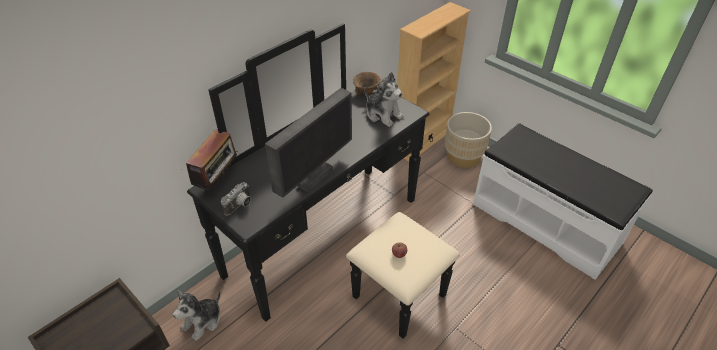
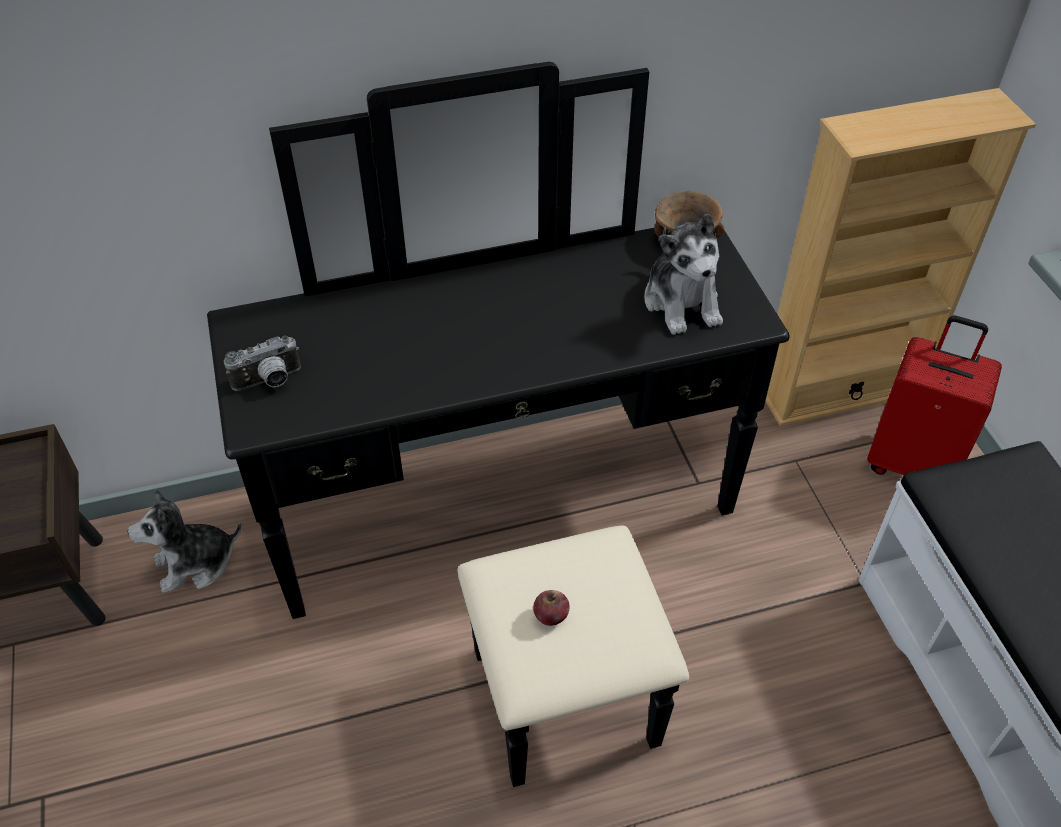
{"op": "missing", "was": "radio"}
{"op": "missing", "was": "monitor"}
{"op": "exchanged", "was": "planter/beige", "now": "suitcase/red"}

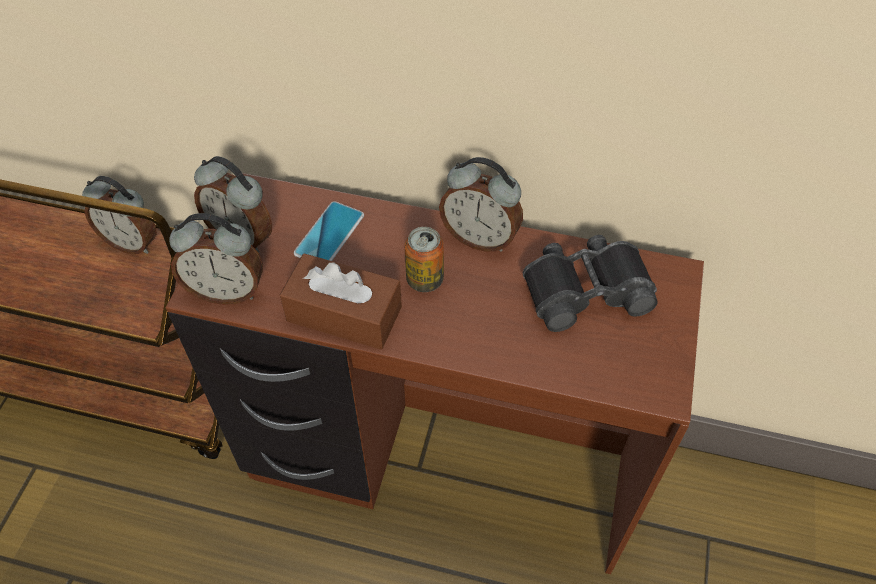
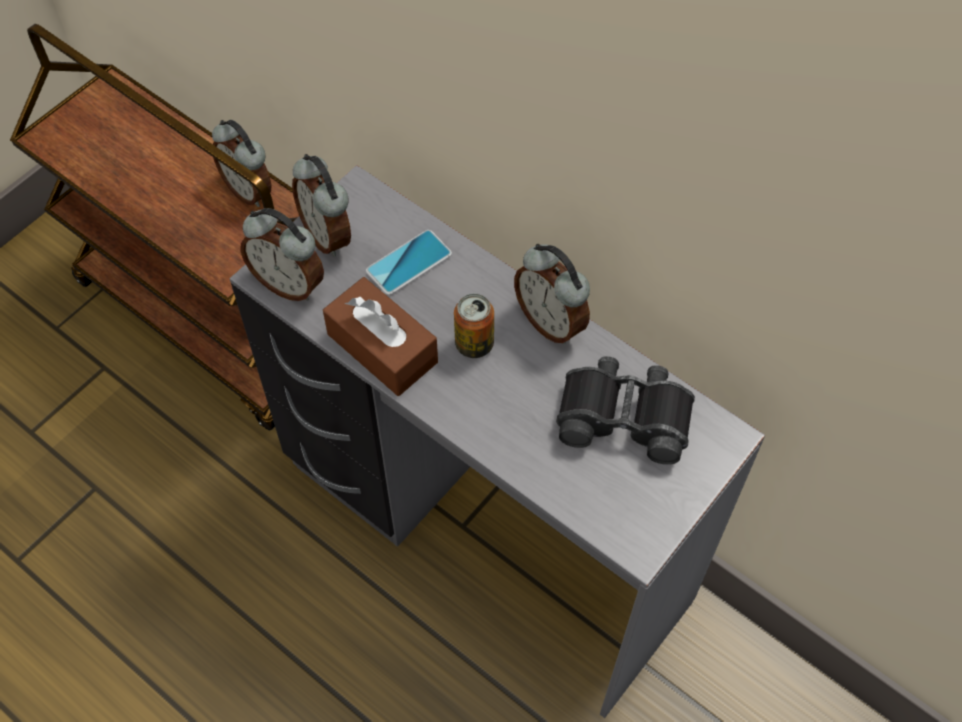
{"op": "colour", "was": "desk/brown", "now": "desk/grey"}

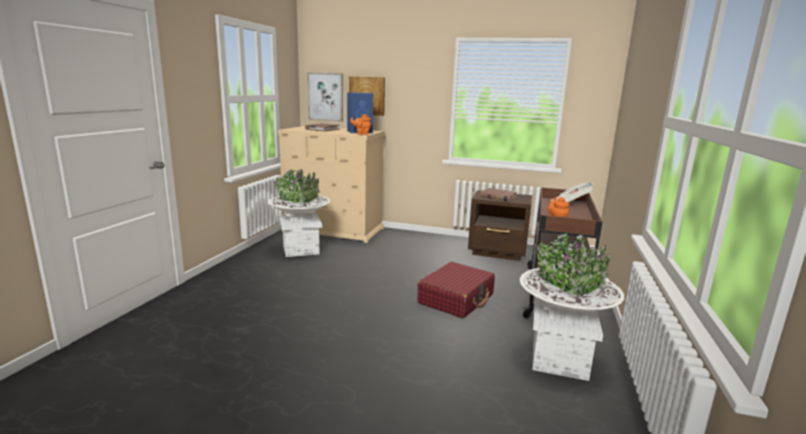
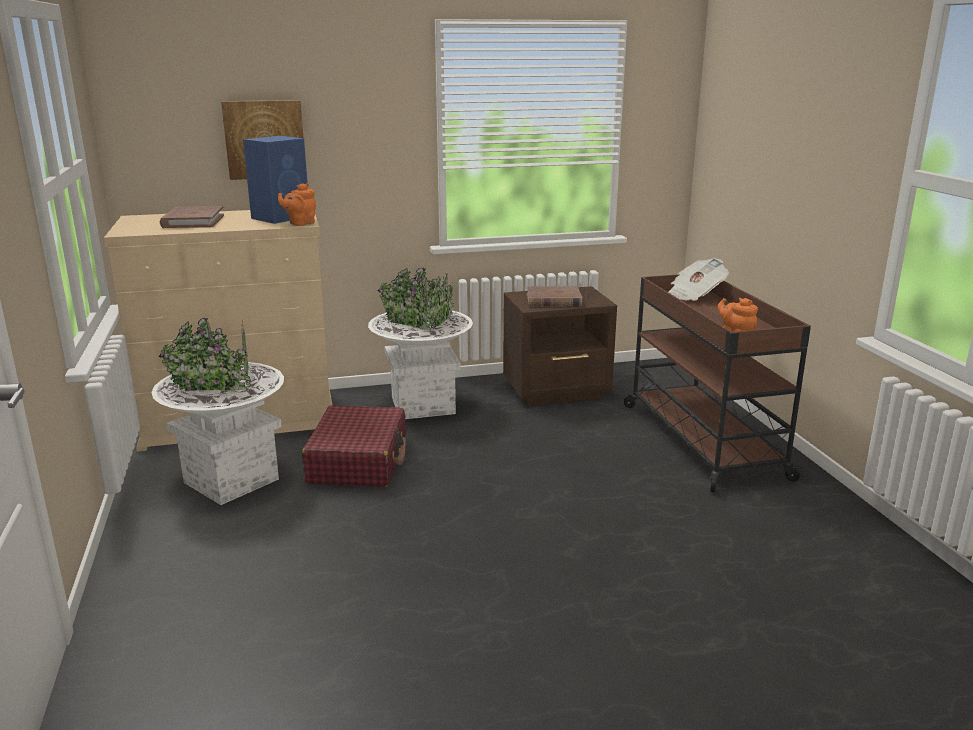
{"op": "missing", "was": "picture (no. 1 from left)"}
{"op": "relocated", "was": "suitcase/red"}
{"op": "relocated", "was": "planter/white (no. 2 from left)"}

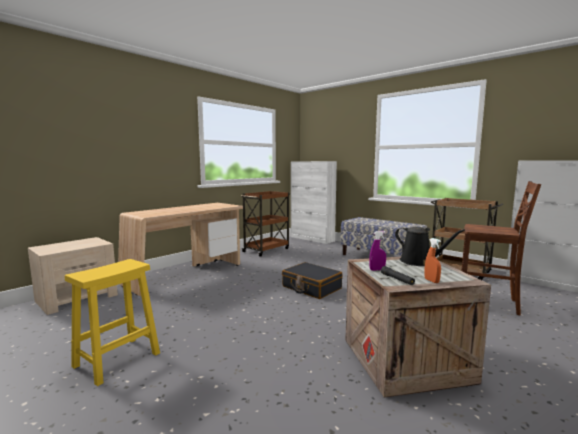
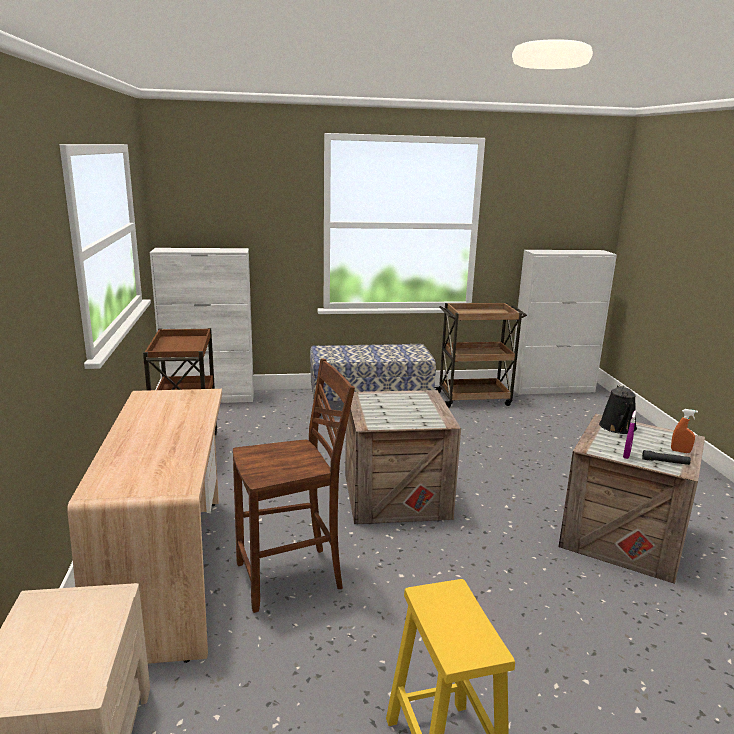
{"op": "relocated", "was": "chair/brown"}
{"op": "exchanged", "was": "suitcase/black", "now": "crate (no. 1 from left)"}
{"op": "spun", "was": "watering can/black", "clockwise": 105}

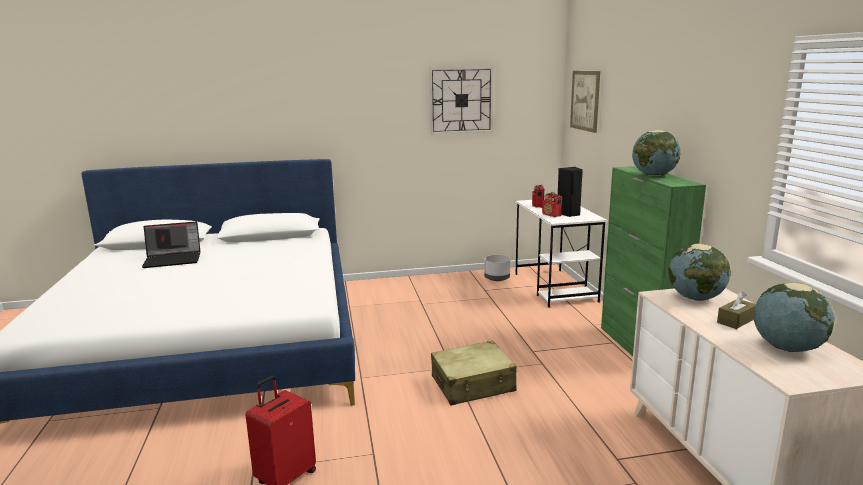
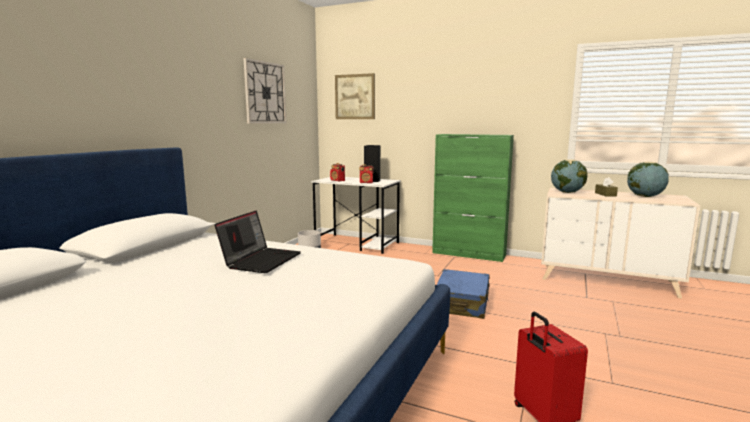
{"op": "missing", "was": "globe (no. 1 from left)"}
{"op": "relocated", "was": "laptop"}
{"op": "colour", "was": "suitcase/beige", "now": "suitcase/blue"}

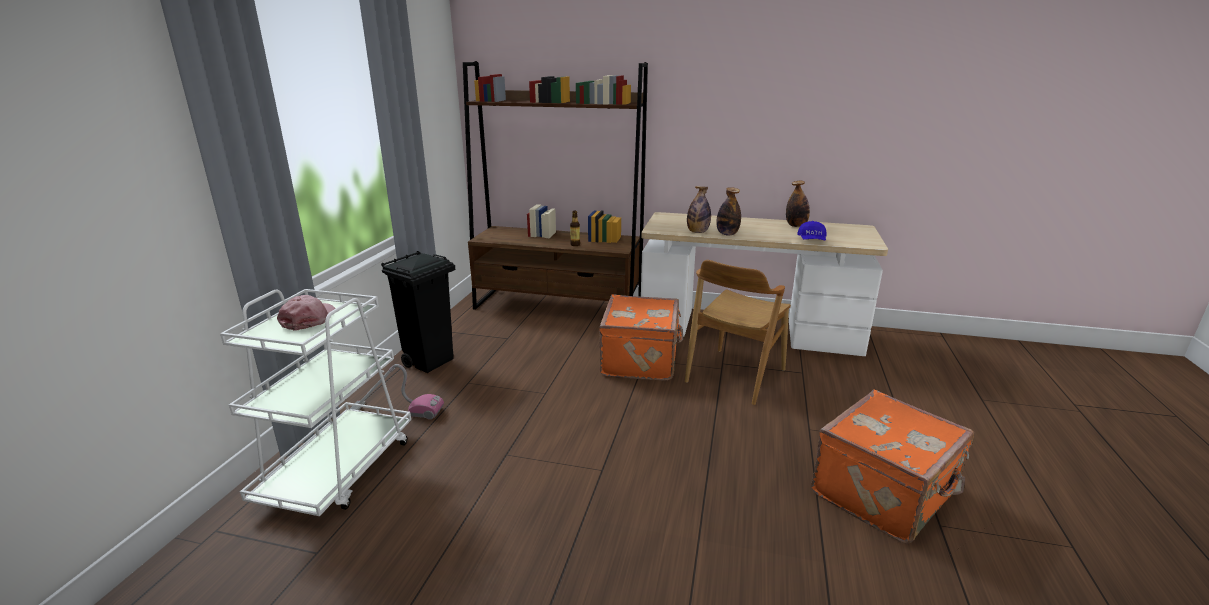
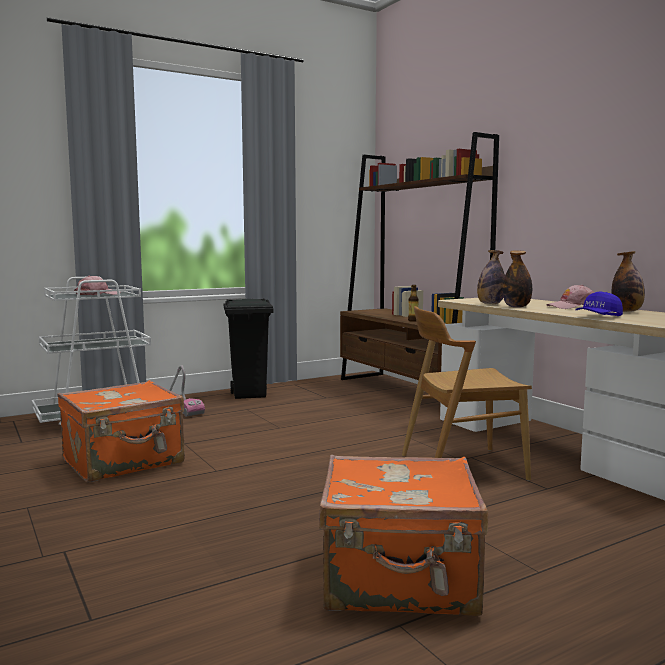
{"op": "appeared", "now": "cap/pink (no. 2 from left)"}
{"op": "relocated", "was": "suitcase/orange (no. 1 from left)"}

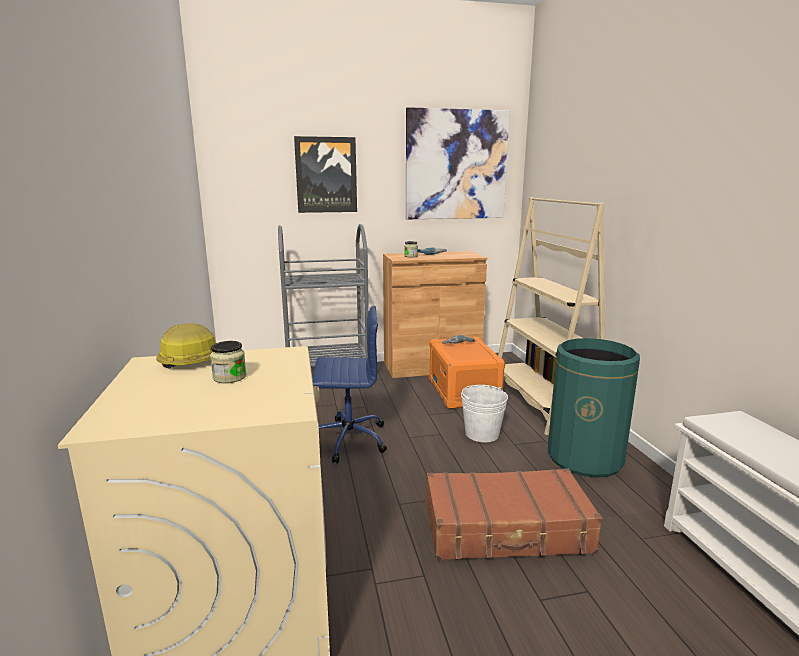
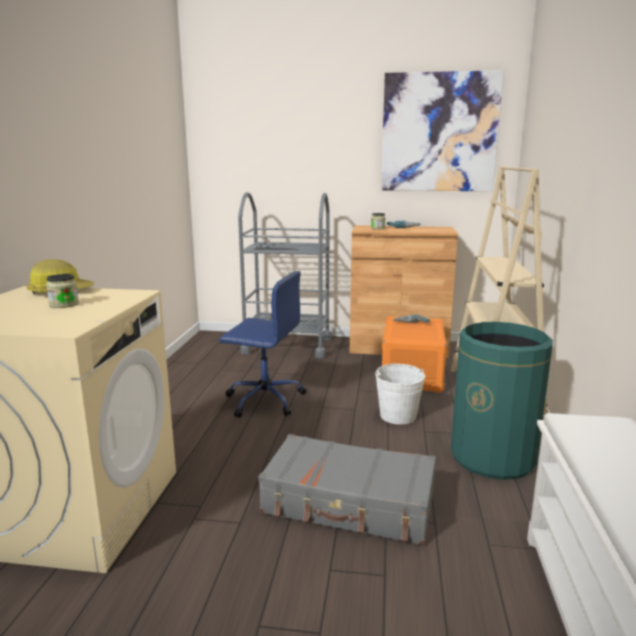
{"op": "missing", "was": "picture (no. 1 from left)"}
{"op": "colour", "was": "suitcase/brown", "now": "suitcase/grey"}

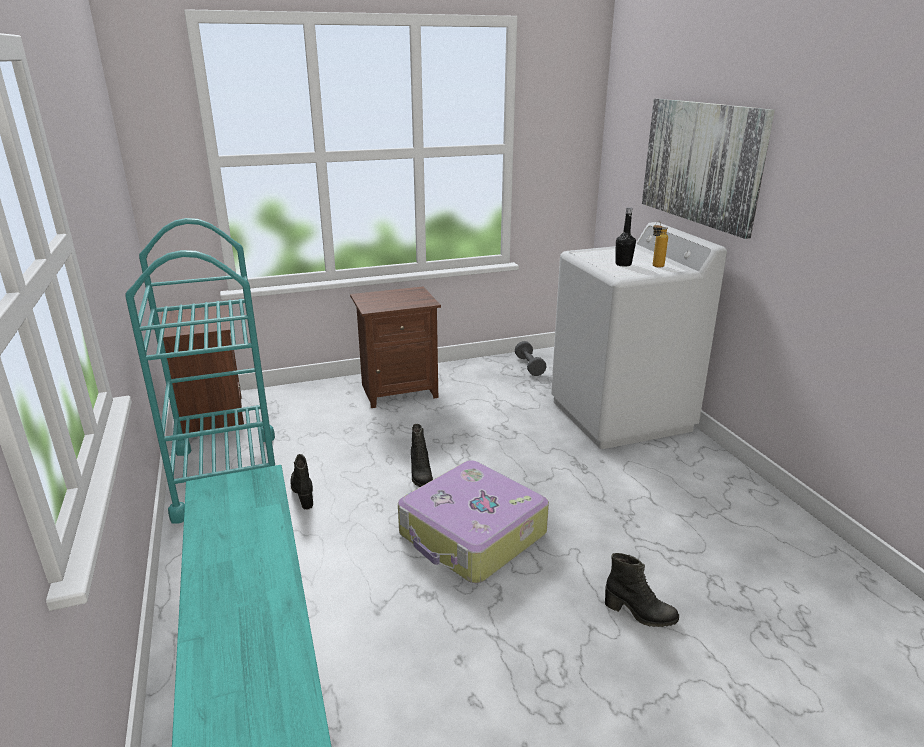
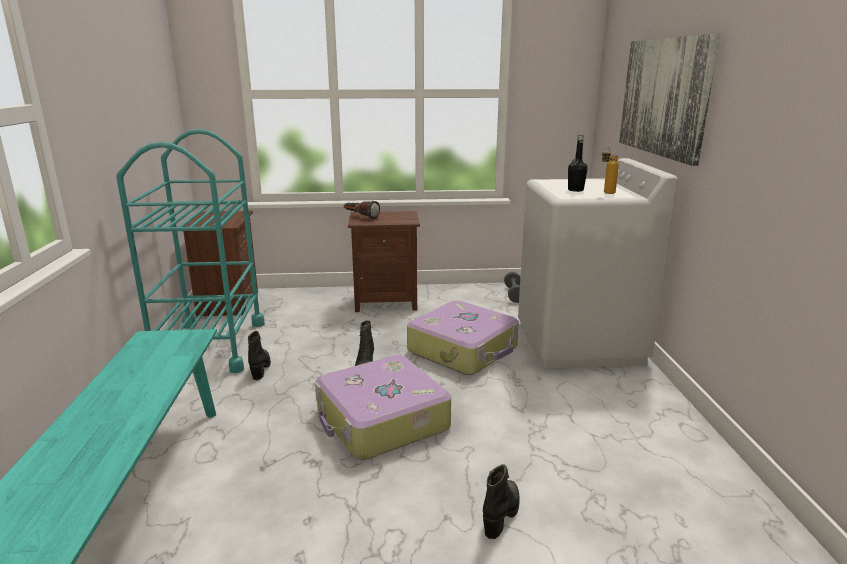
{"op": "appeared", "now": "flashlight"}
{"op": "appeared", "now": "suitcase (no. 2 from left)"}
{"op": "spun", "was": "boot/black (no. 3 from left)", "clockwise": -105}

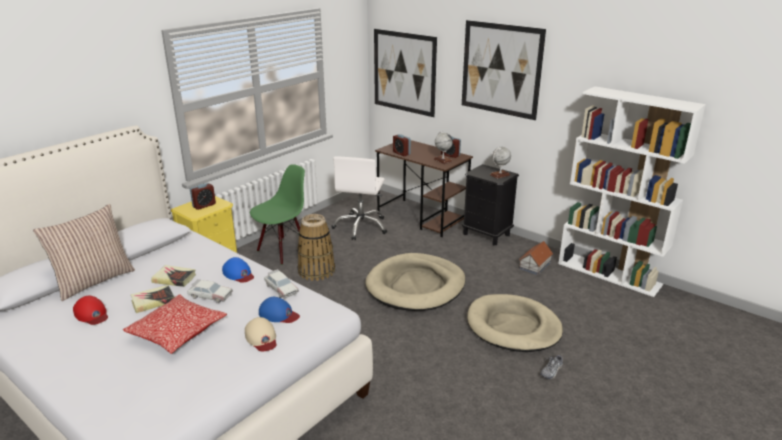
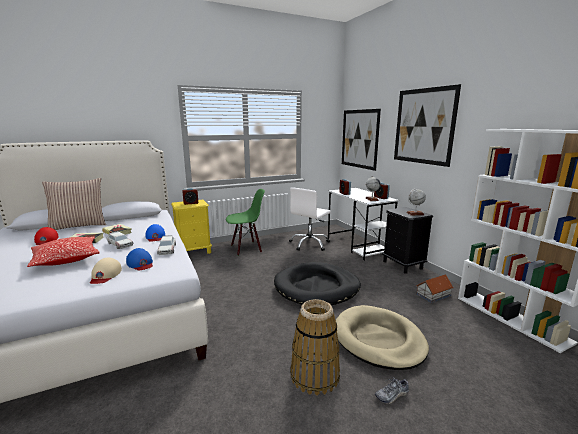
{"op": "relocated", "was": "basket"}
{"op": "colour", "was": "dog bed/beige (no. 1 from left)", "now": "dog bed/black"}
{"op": "colour", "was": "desk/brown", "now": "desk/white"}

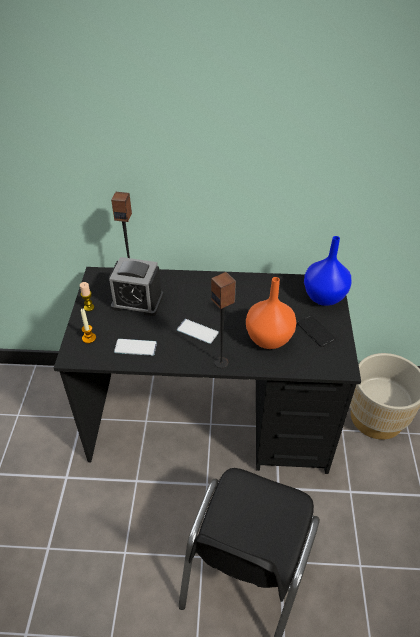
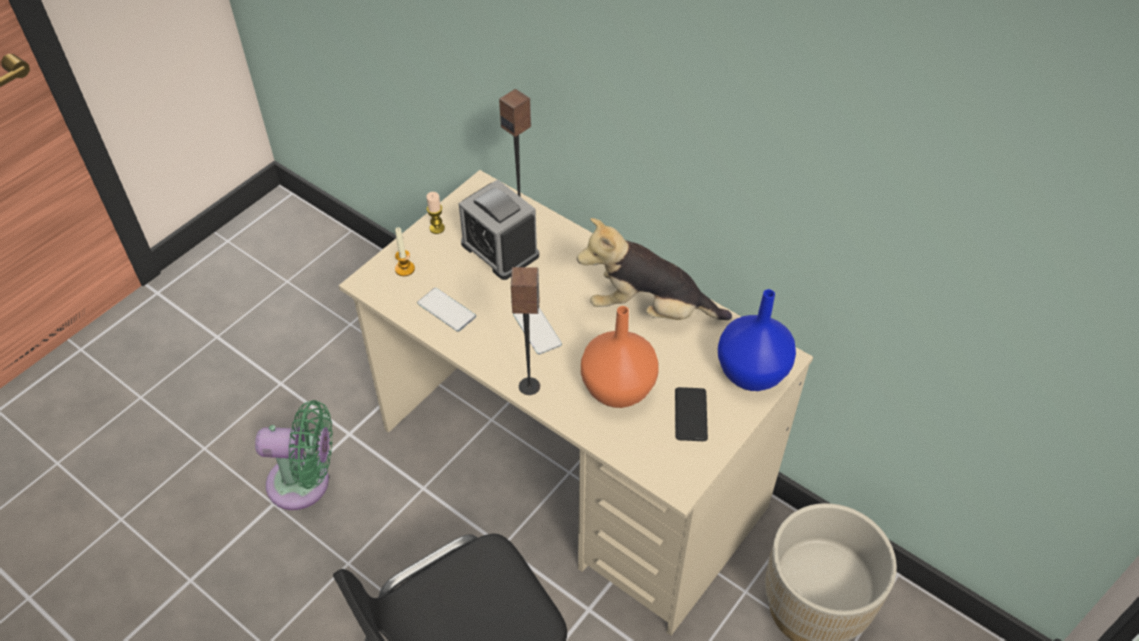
{"op": "appeared", "now": "fan/green"}
{"op": "appeared", "now": "plush toy"}
{"op": "colour", "was": "desk/black", "now": "desk/beige"}

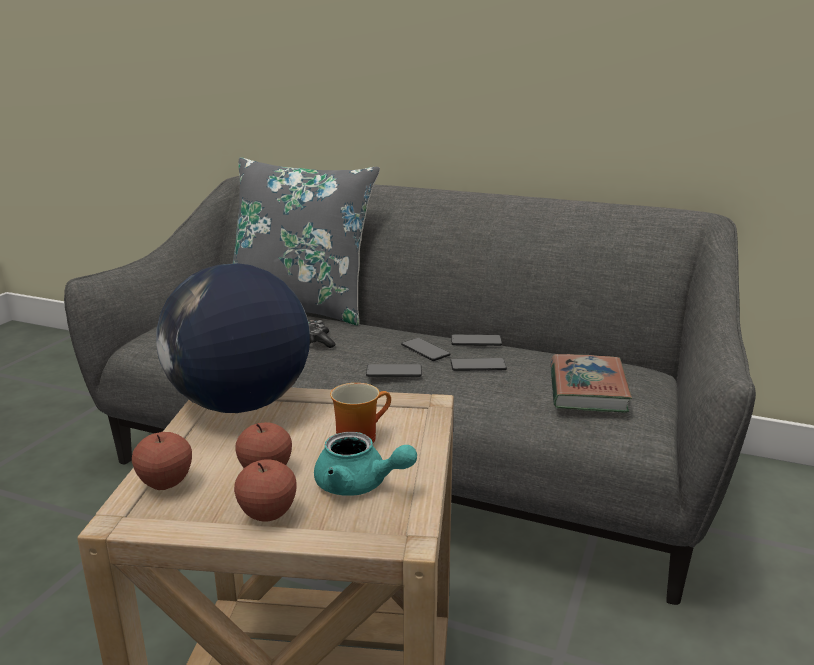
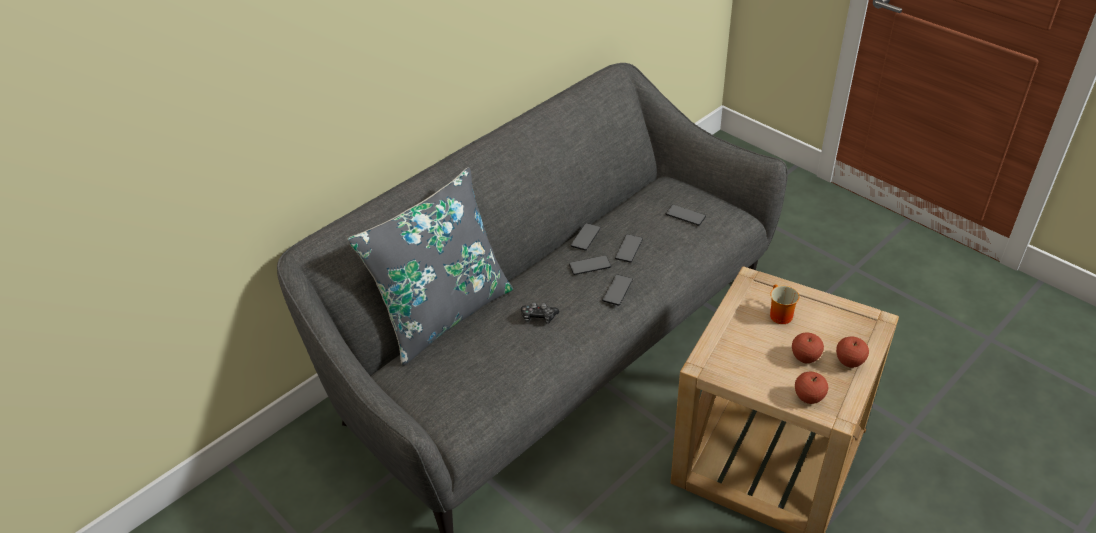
{"op": "missing", "was": "globe"}
{"op": "missing", "was": "teapot/turquoise"}
{"op": "exchanged", "was": "book", "now": "phone (no. 5 from left)"}

